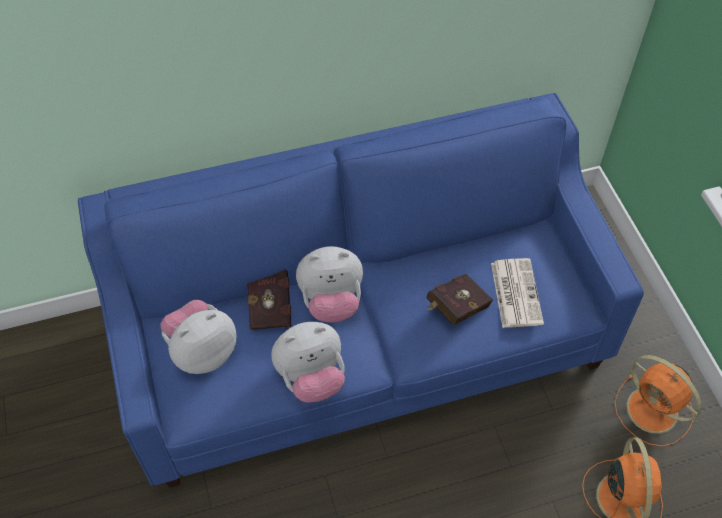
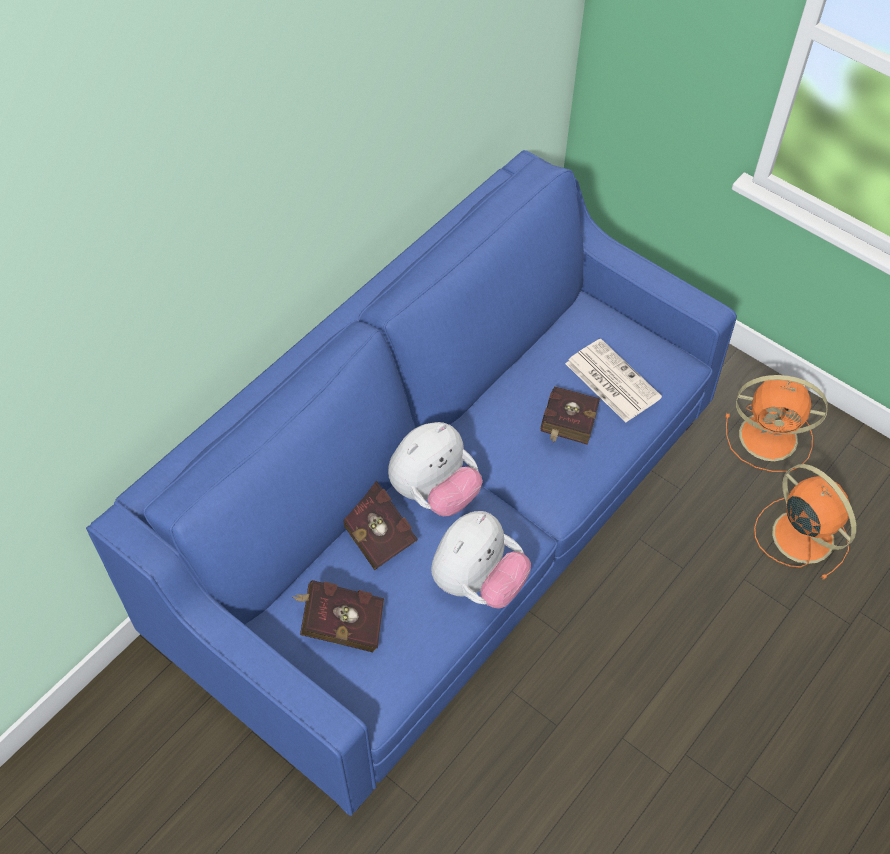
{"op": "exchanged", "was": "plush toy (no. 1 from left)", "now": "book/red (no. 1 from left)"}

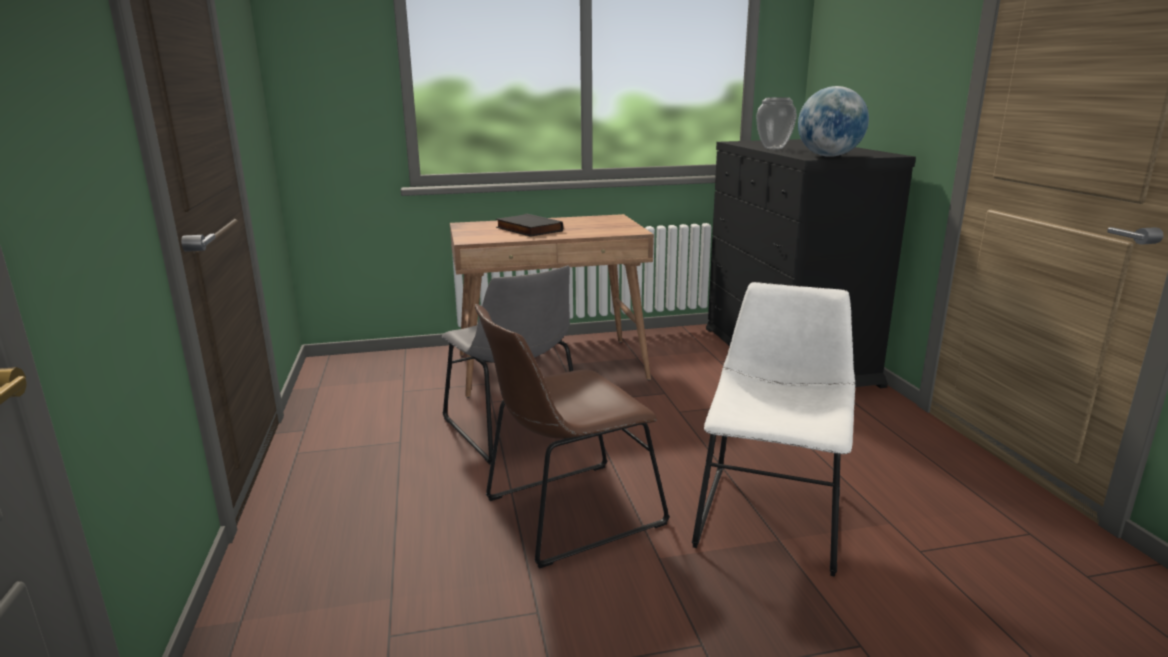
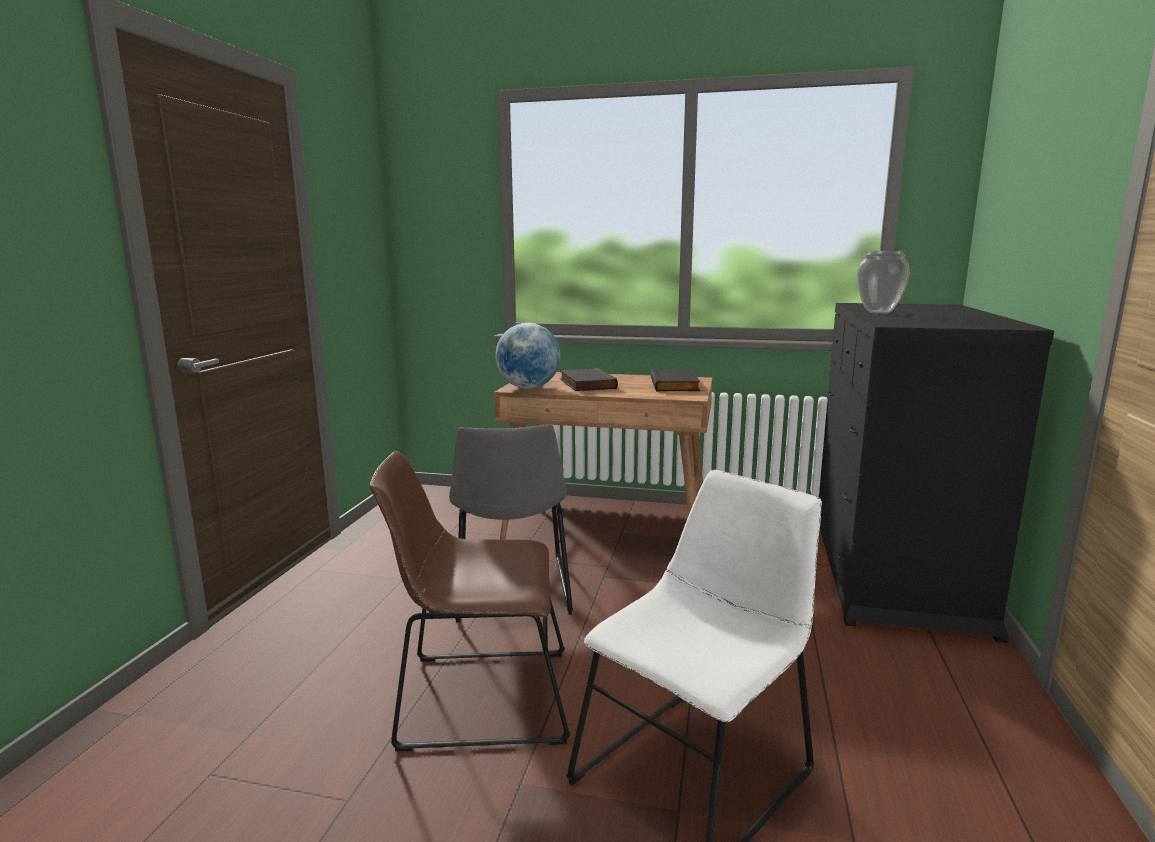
{"op": "appeared", "now": "book/black (no. 2 from left)"}
{"op": "relocated", "was": "globe"}

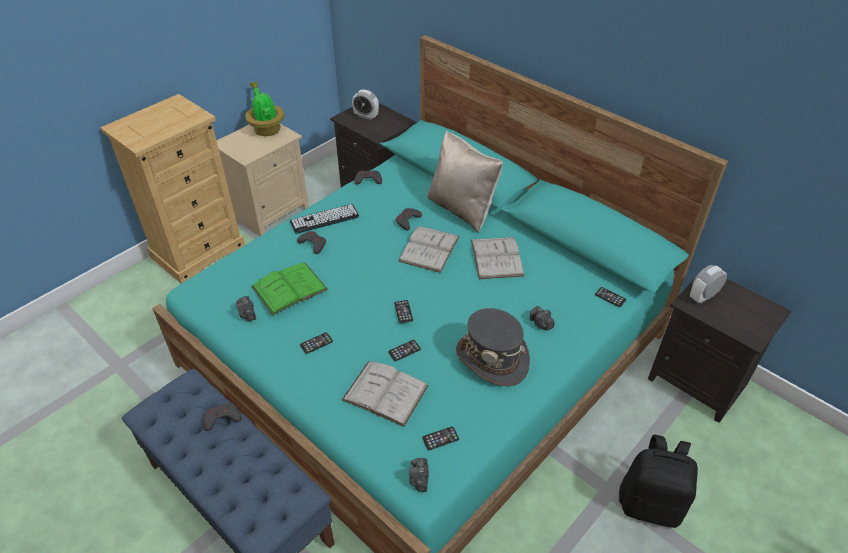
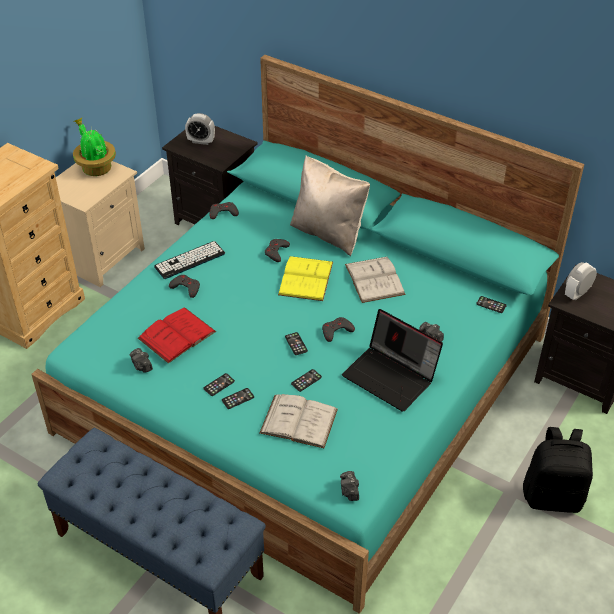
{"op": "relocated", "was": "game controller/grey (no. 1 from left in the first image)", "now": "game controller/grey (no. 4 from left)"}
{"op": "relocated", "was": "phone (no. 4 from left in the first image)", "now": "phone (no. 2 from left)"}
{"op": "exchanged", "was": "hat/grey", "now": "laptop"}
{"op": "colour", "was": "book/green", "now": "book/red"}
{"op": "colour", "was": "book/white (no. 2 from left)", "now": "book/yellow"}

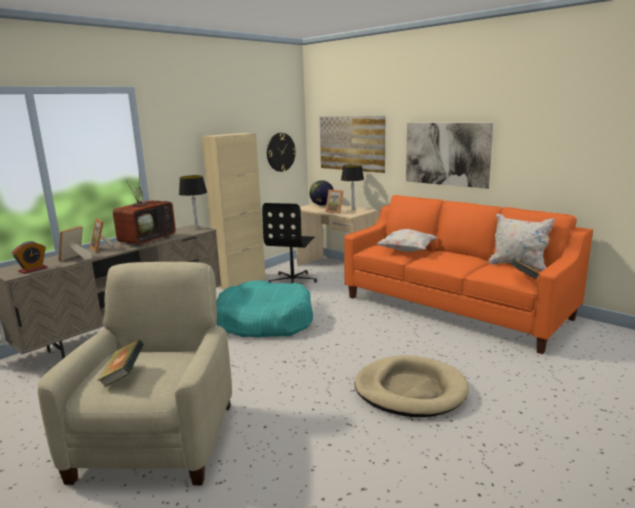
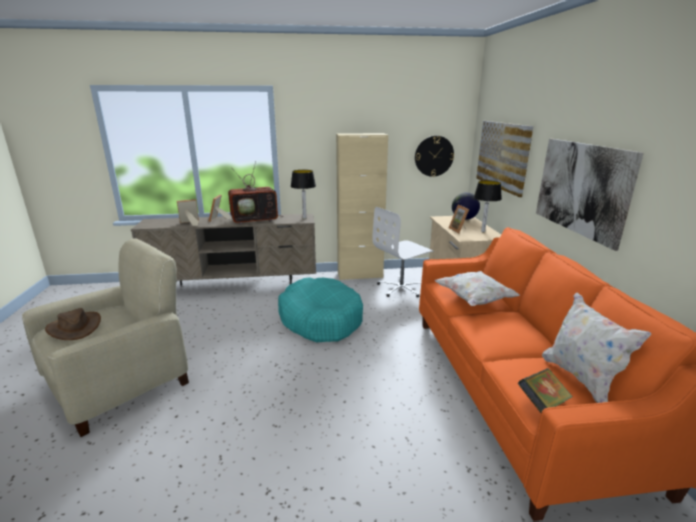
{"op": "missing", "was": "alarm clock"}
{"op": "missing", "was": "dog bed/beige"}
{"op": "exchanged", "was": "book (no. 1 from left)", "now": "hat/brown"}
{"op": "colour", "was": "office chair/black", "now": "office chair/white"}

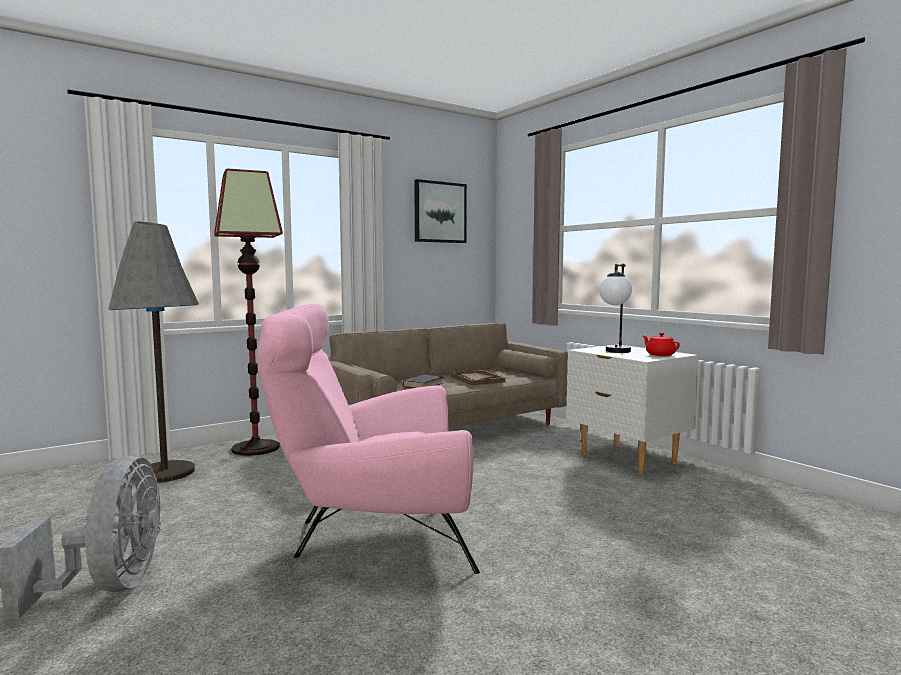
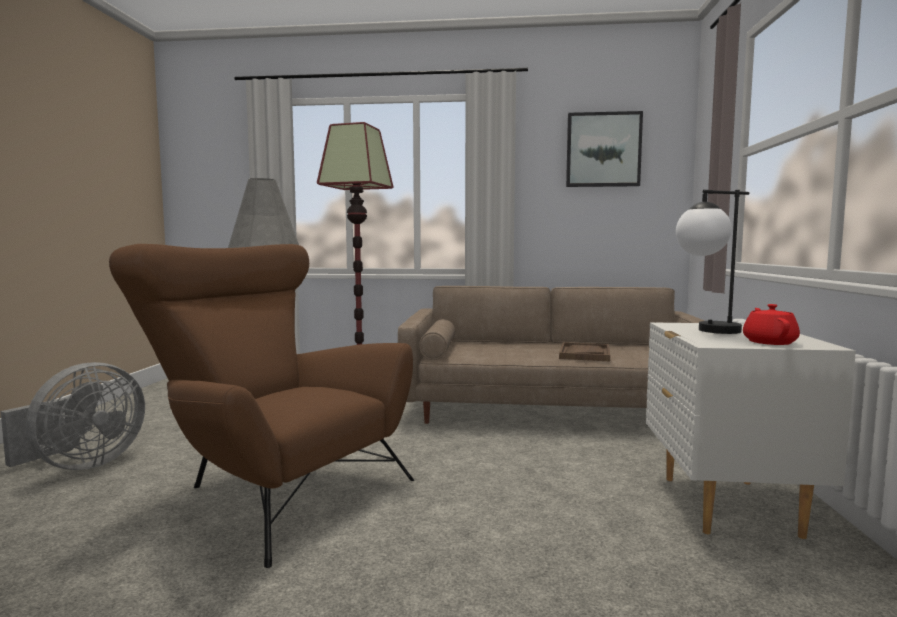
{"op": "missing", "was": "book/black"}
{"op": "colour", "was": "armchair/pink", "now": "armchair/brown"}

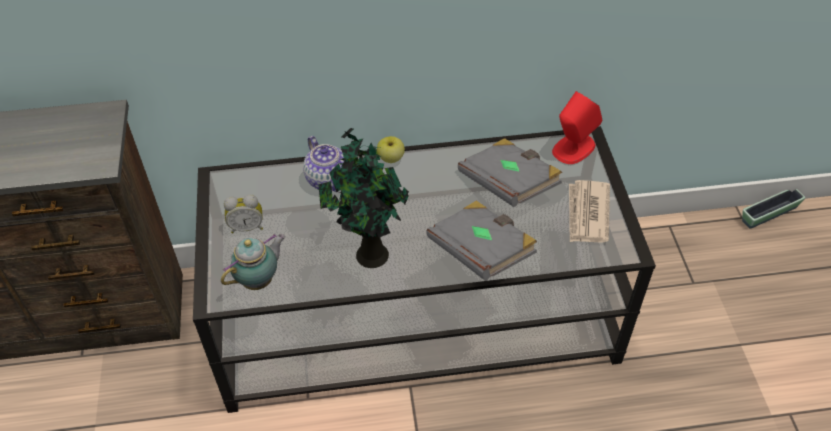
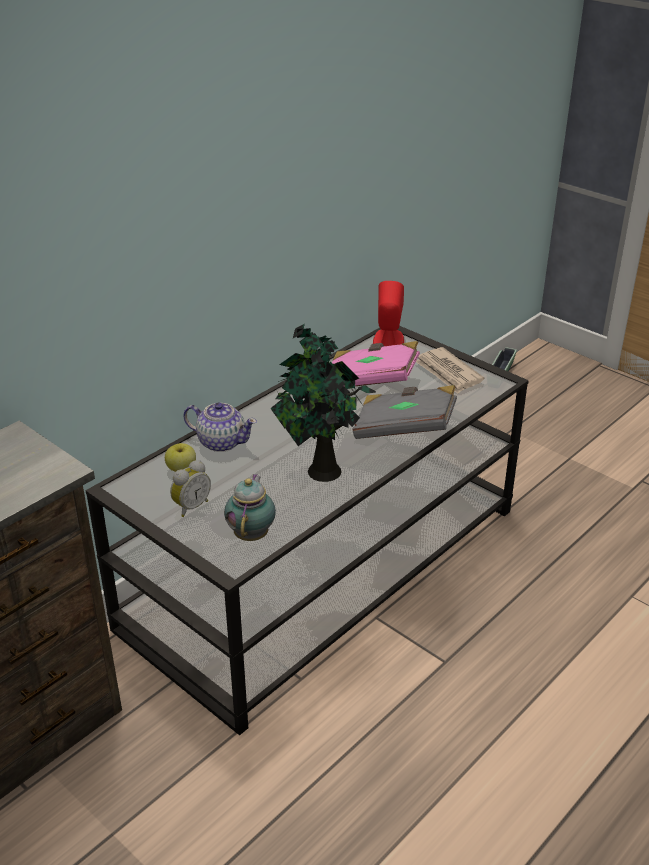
{"op": "relocated", "was": "apple"}
{"op": "colour", "was": "book/grey (no. 2 from left)", "now": "book/pink"}

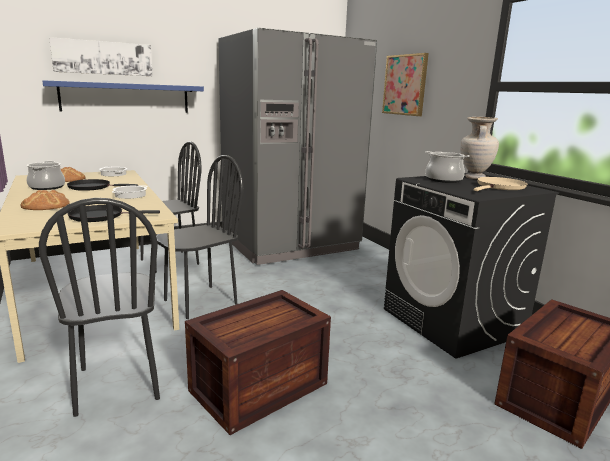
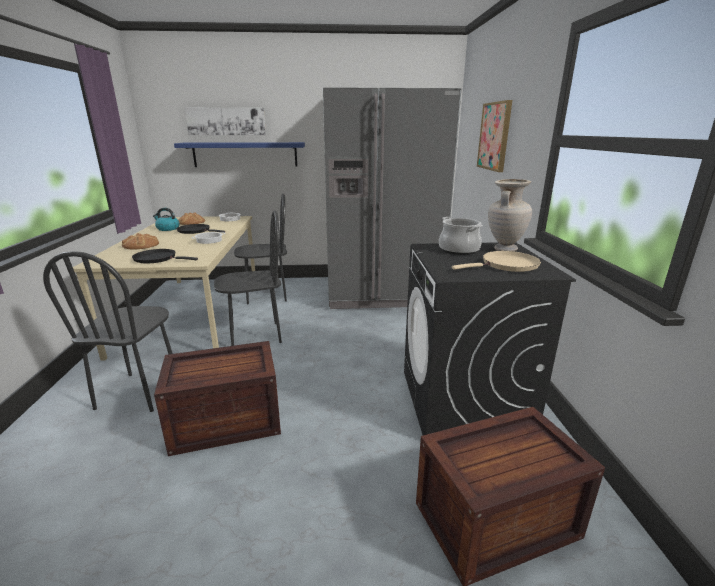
{"op": "exchanged", "was": "cooking pot (no. 1 from left)", "now": "kettle"}

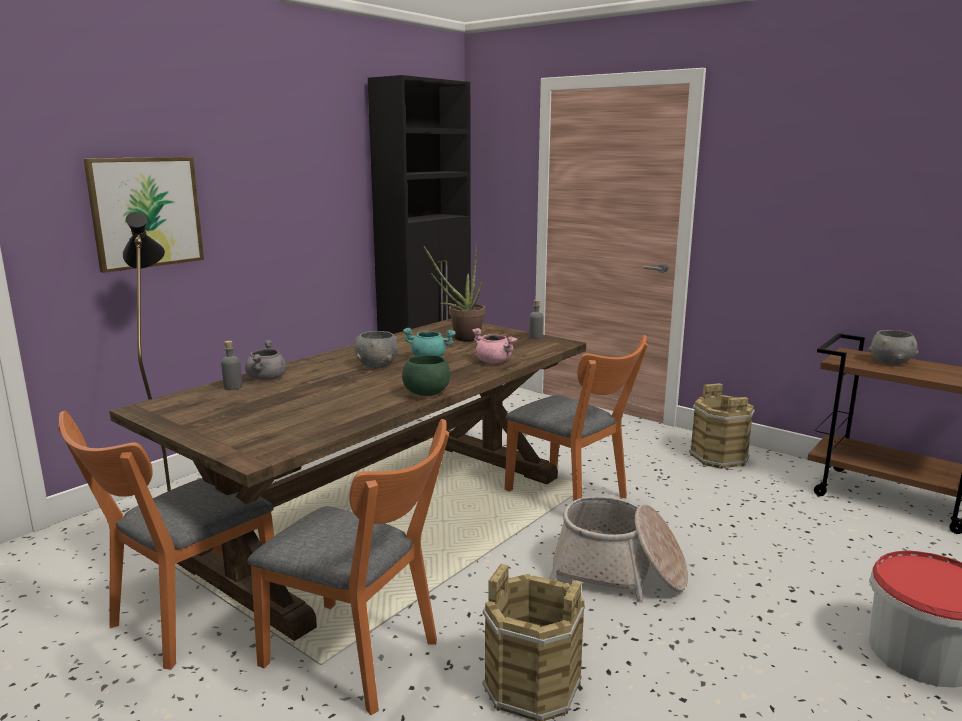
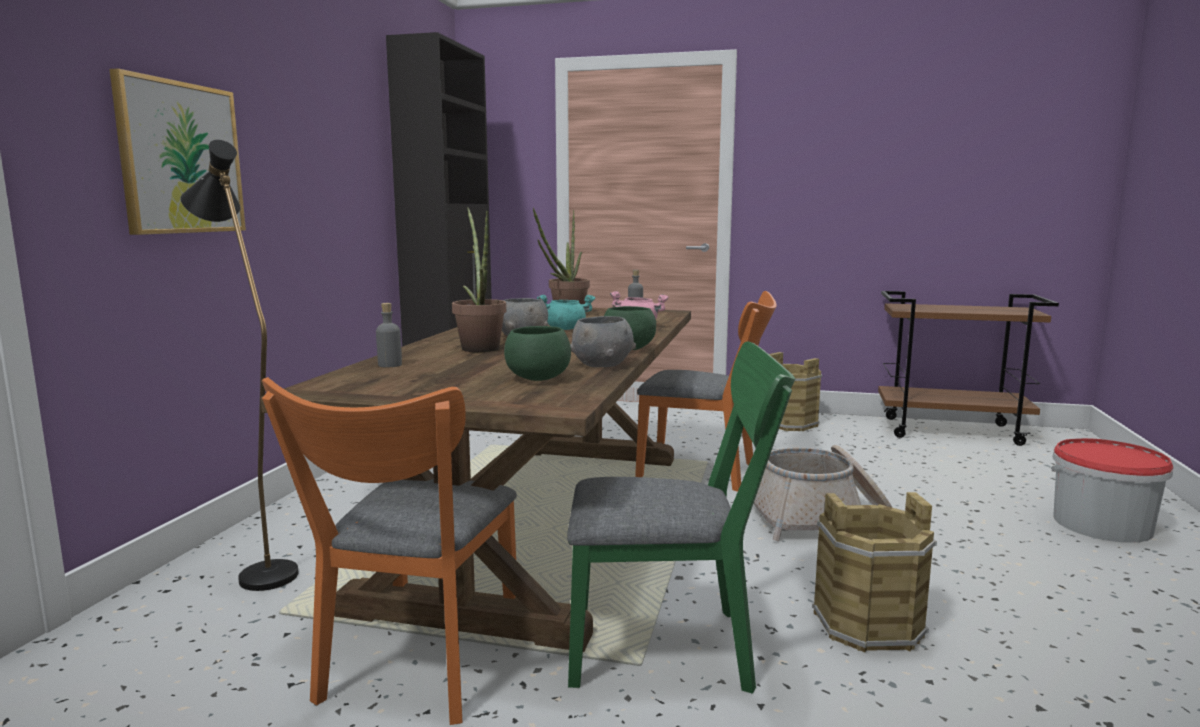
{"op": "missing", "was": "cooking pot/grey"}
{"op": "appeared", "now": "potted plant (no. 1 from left)"}
{"op": "appeared", "now": "bowl/green (no. 1 from left)"}
{"op": "relocated", "was": "bowl/grey (no. 2 from left)"}
{"op": "colour", "was": "chair/orange (no. 2 from left)", "now": "chair/green"}

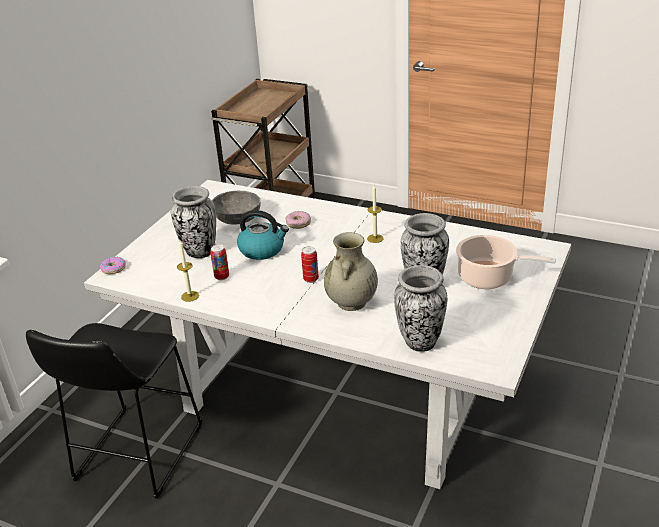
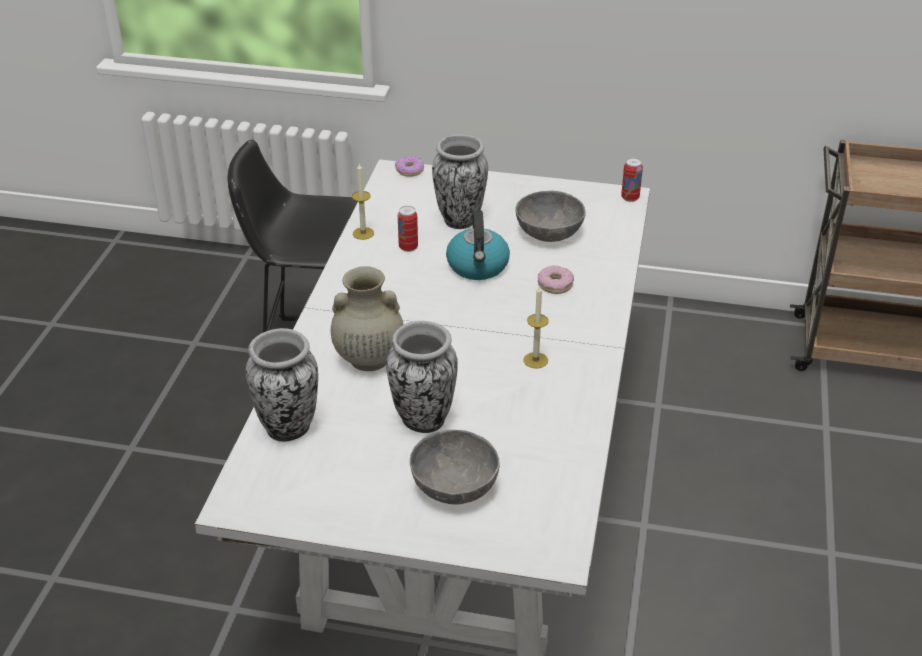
{"op": "relocated", "was": "can (no. 2 from left)"}
{"op": "exchanged", "was": "cooking pot", "now": "bowl/grey (no. 1 from left)"}

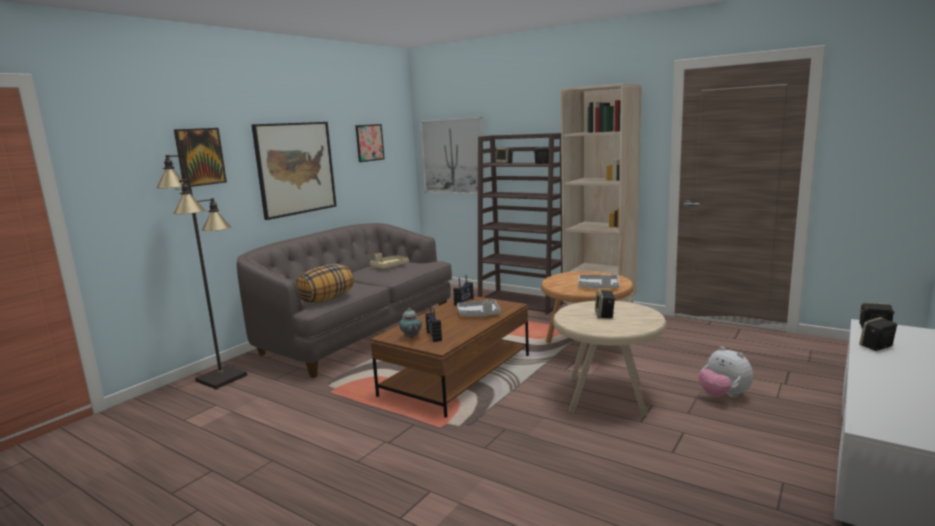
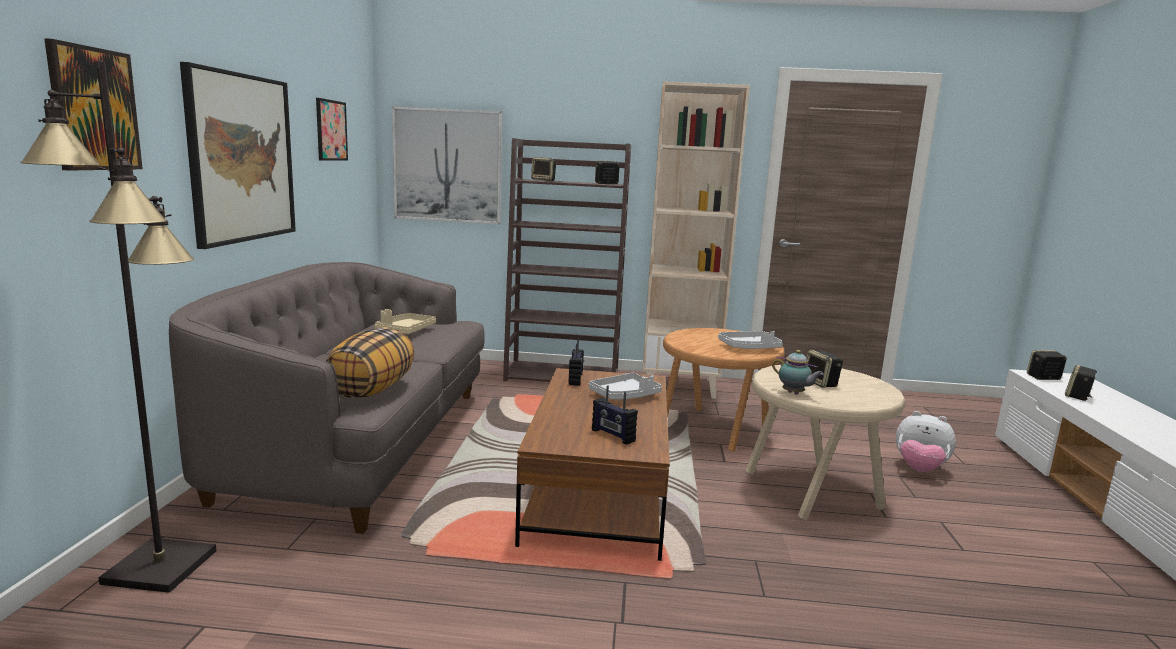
{"op": "relocated", "was": "teapot"}

